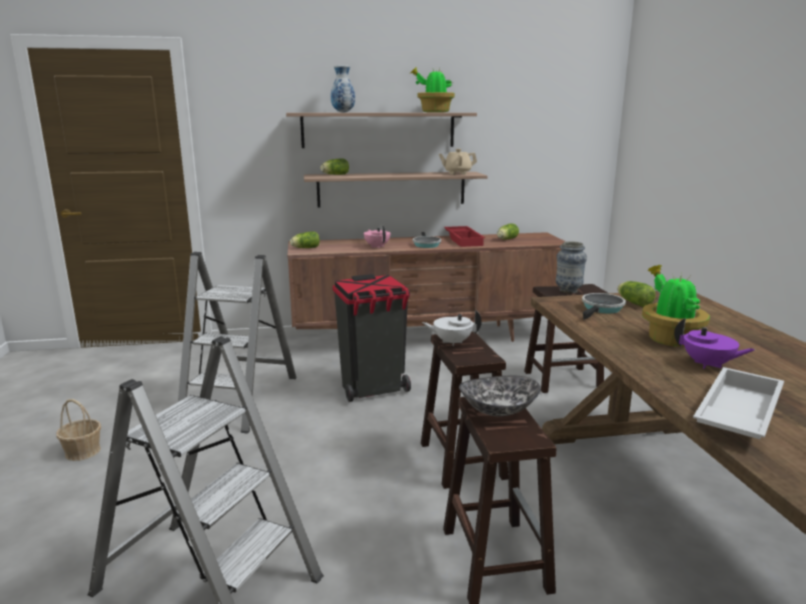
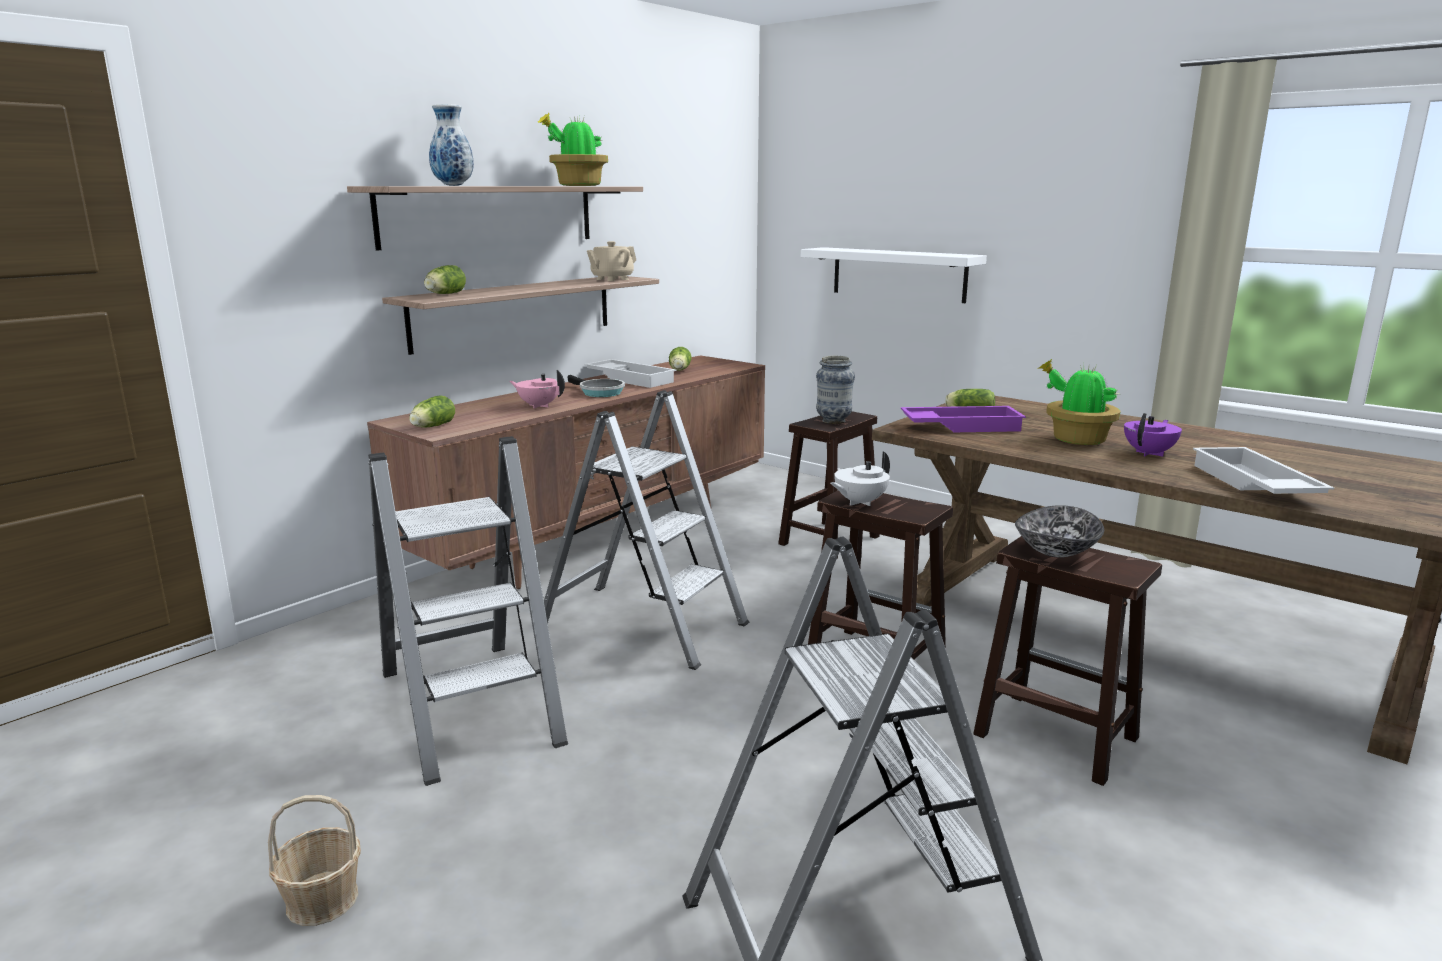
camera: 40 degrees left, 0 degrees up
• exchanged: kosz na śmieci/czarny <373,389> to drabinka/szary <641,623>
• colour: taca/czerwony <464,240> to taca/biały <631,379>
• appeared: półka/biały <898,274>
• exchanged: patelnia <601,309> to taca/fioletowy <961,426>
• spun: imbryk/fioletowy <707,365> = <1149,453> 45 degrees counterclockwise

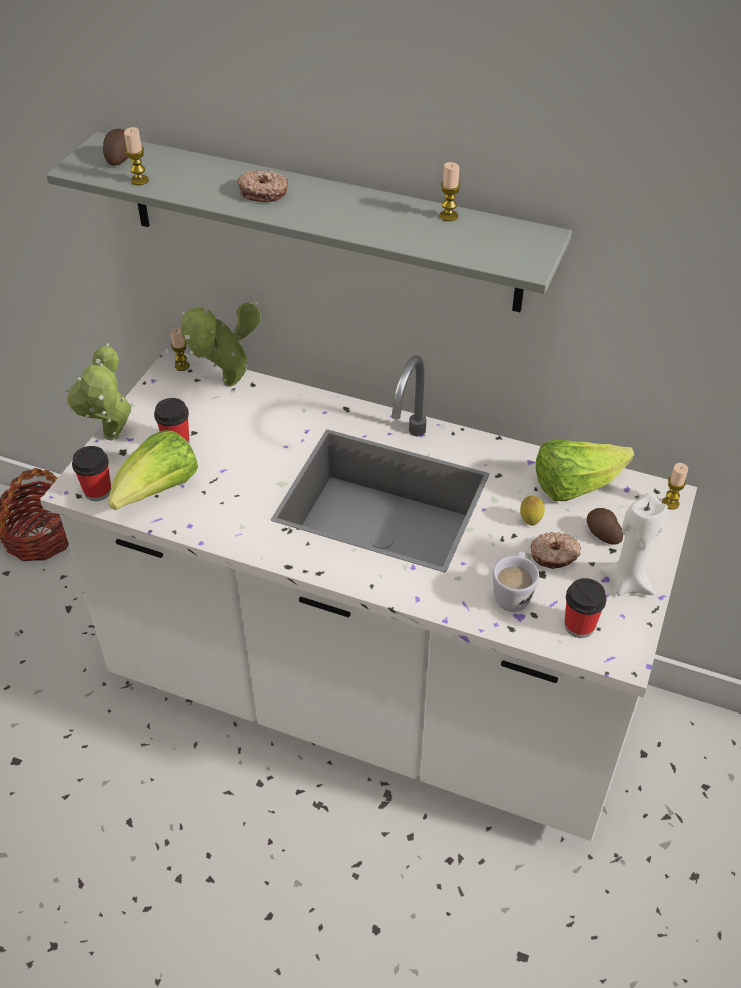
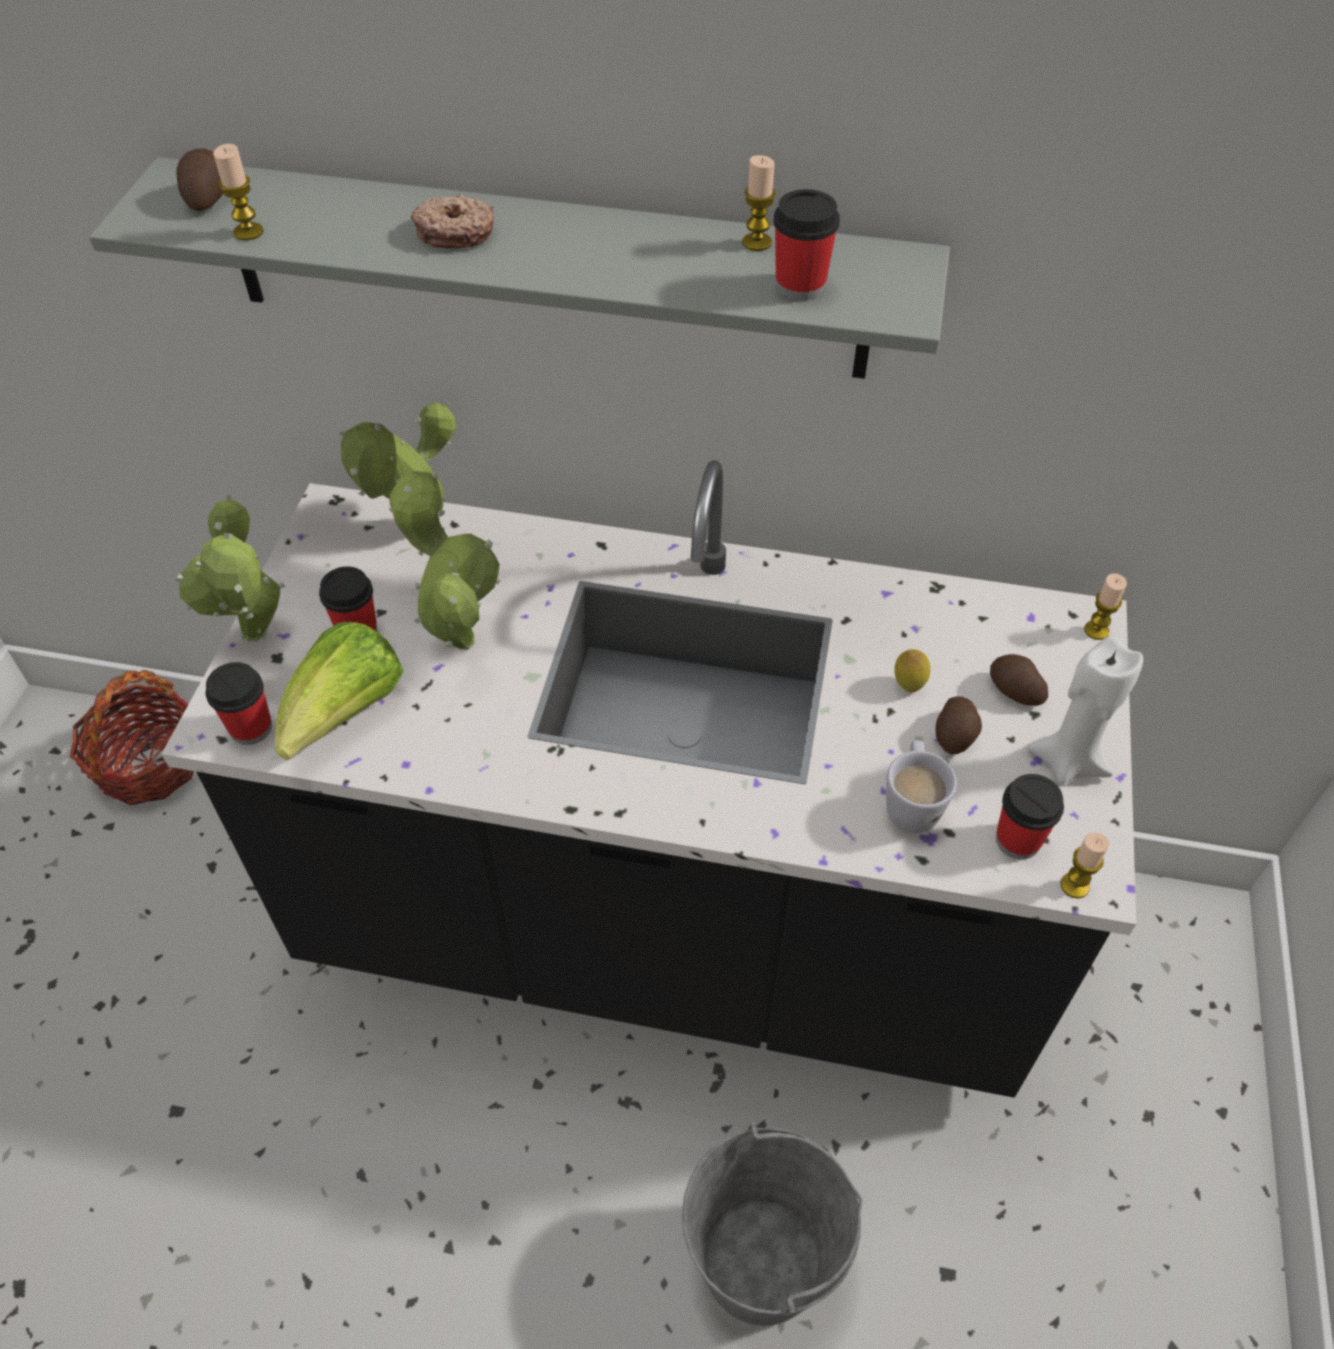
camera: 10 degrees left, 5 degrees up
• colour: zabudowa kuchenna/biały <370,695> to zabudowa kuchenna/czarny <667,929>
• appeared: roślina doniczkowa <459,635>
• appeared: wiadro/szary <762,1260>
• appeared: filiżanka <800,286>
• exchanged: donut <554,556> to ziemniak <955,735>
• relocated: świeca <182,366> to <1074,885>
• missing: sałata <575,486>

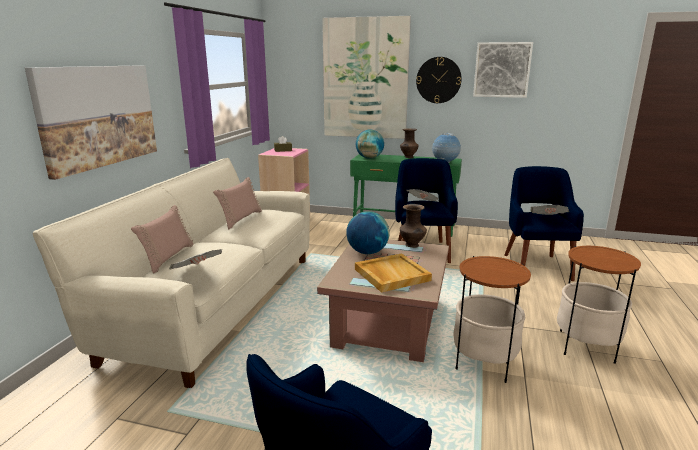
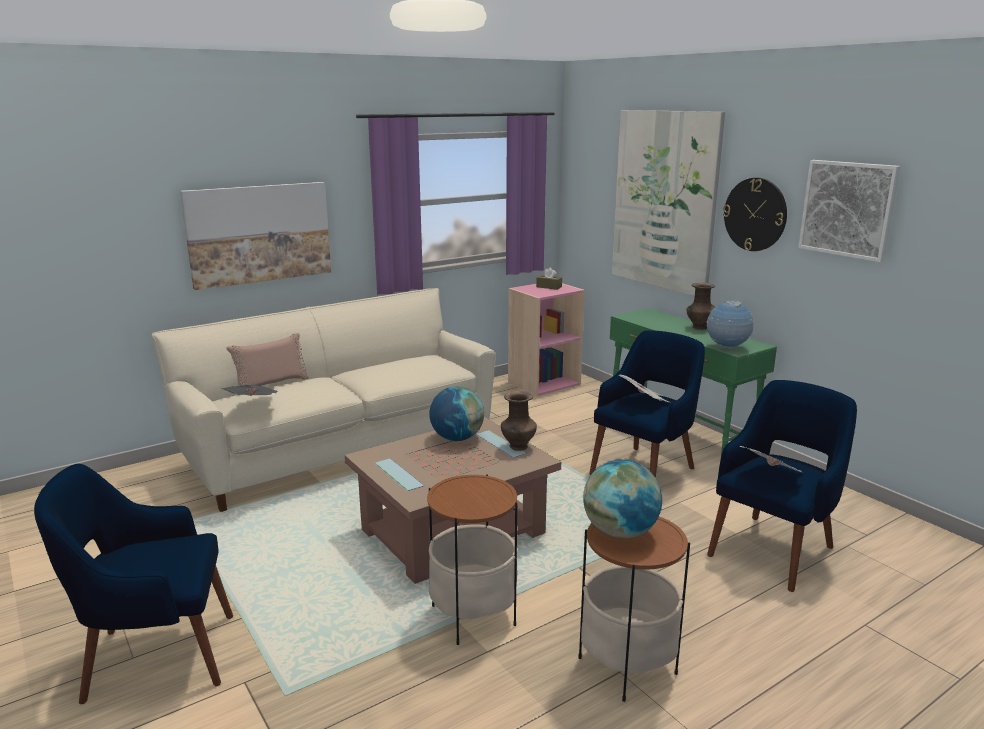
camera: 40 degrees right, 0 degrees up
• relocated: globus <369,158> to <620,532>
• missing: poduszka/beżowy <240,219>
• missing: taca/beżowy <391,275>

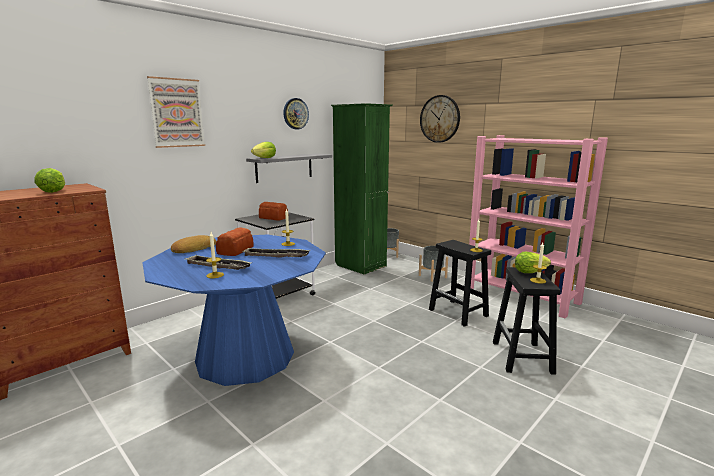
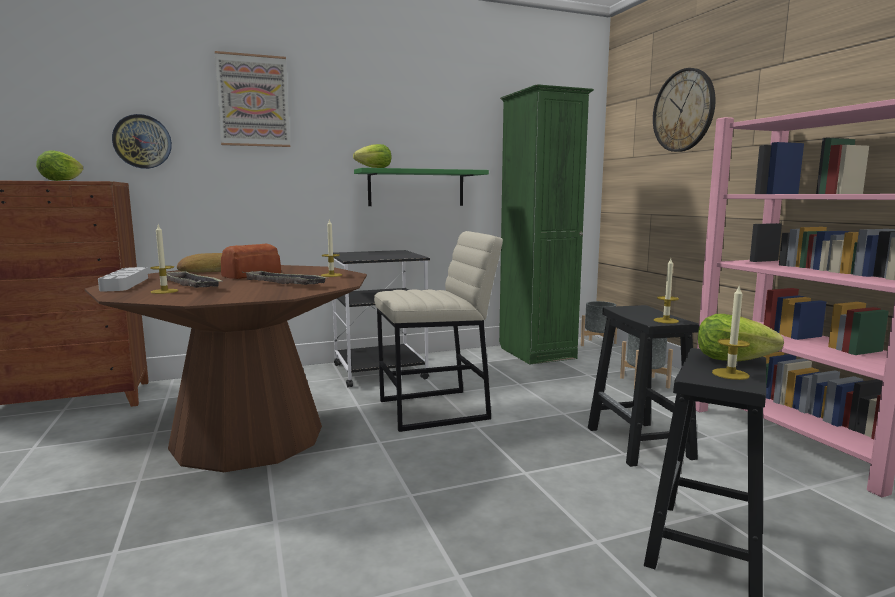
camera: 25 degrees right, 5 degrees down
• colour: stół jadalny/niebieski <245,357> to stół jadalny/brązowy <248,437>
• appeared: taca/szary <125,284>
• relocated: zegar ścienny <295,113> to <142,141>
• colour: półka/szary <284,167> to półka/zielony <416,188>
• appeared: krzesło/beżowy <436,409>
• missing: chleb <273,218>

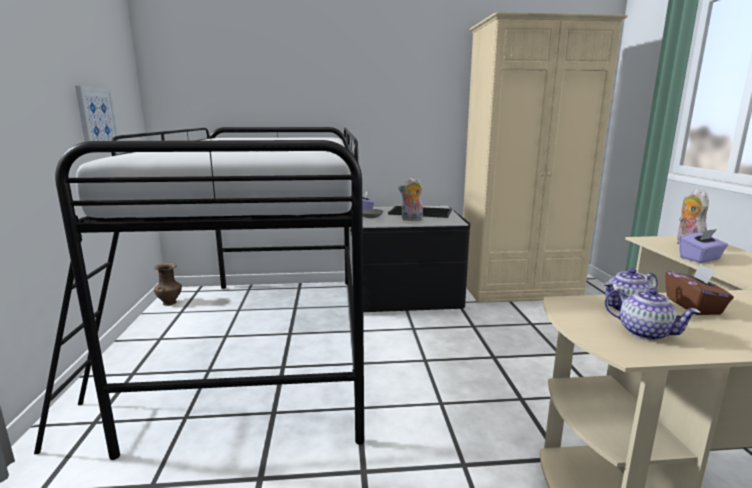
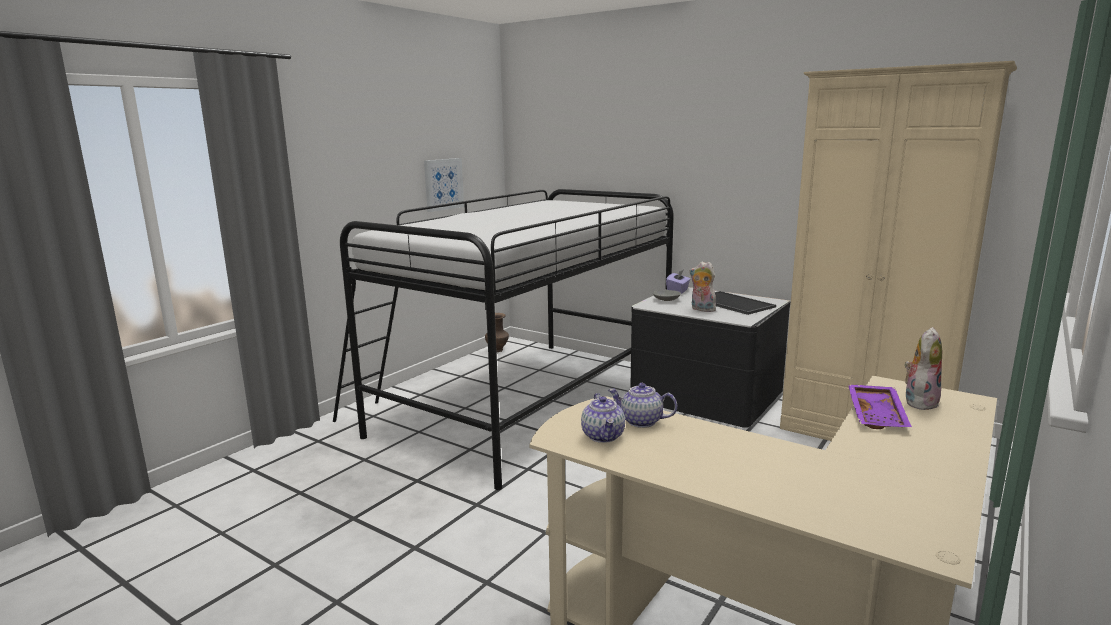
camera: 40 degrees right, 0 degrees up
• exchanged: pudełko chusteczek/fioletowy <700,259> to taca/fioletowy <878,415>
• missing: pudełko chusteczek/brązowy <693,306>

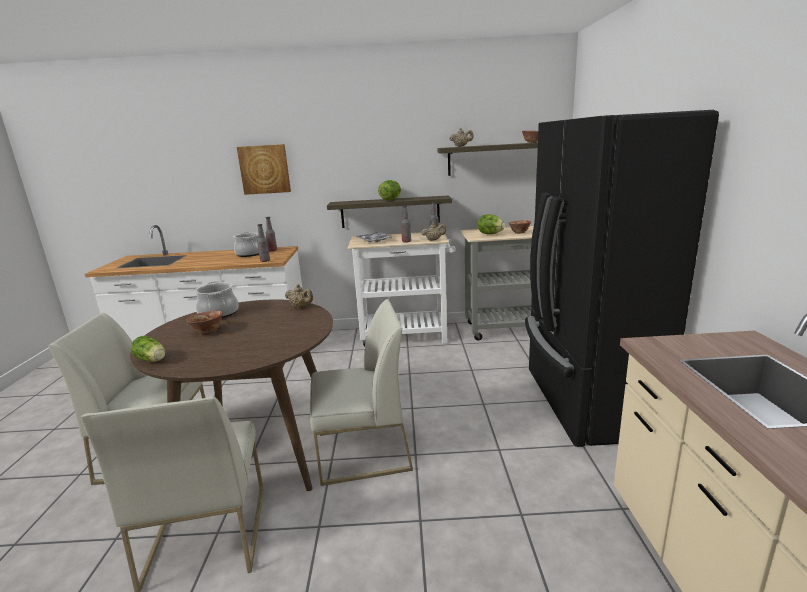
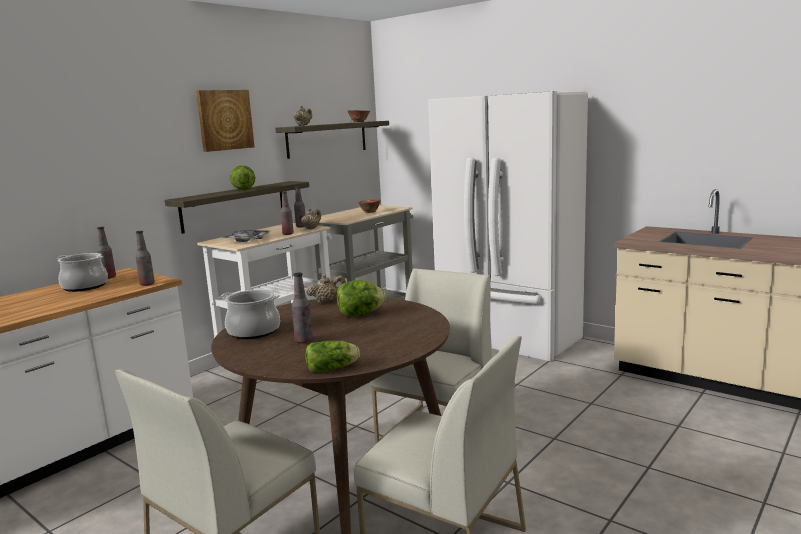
camera: 50 degrees left, 5 degrees down
• relocated: obraz <264,169> to <224,120>
• exchanged: miska <207,332> to butelka <304,340>
• relocated: sałata <490,234> to <360,315>
• colour: lodówka/czarny <581,400> to lodówka/biały <506,339>

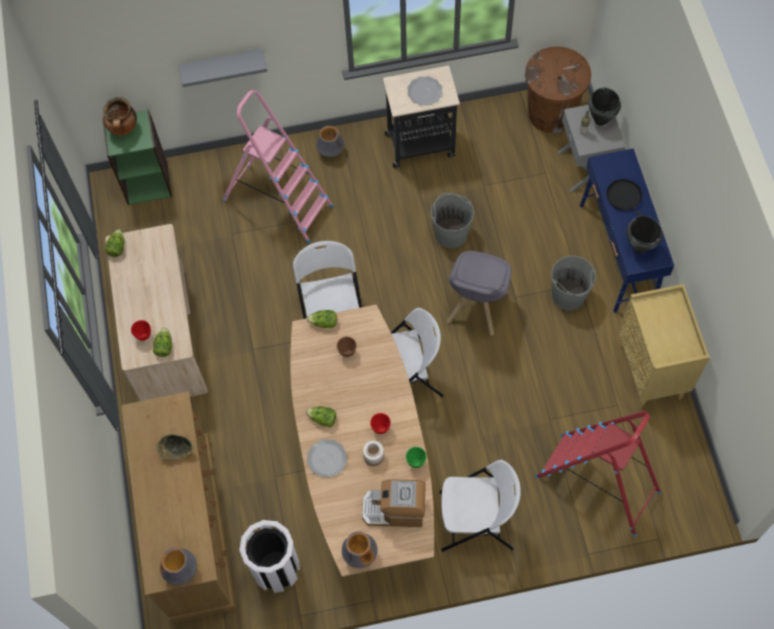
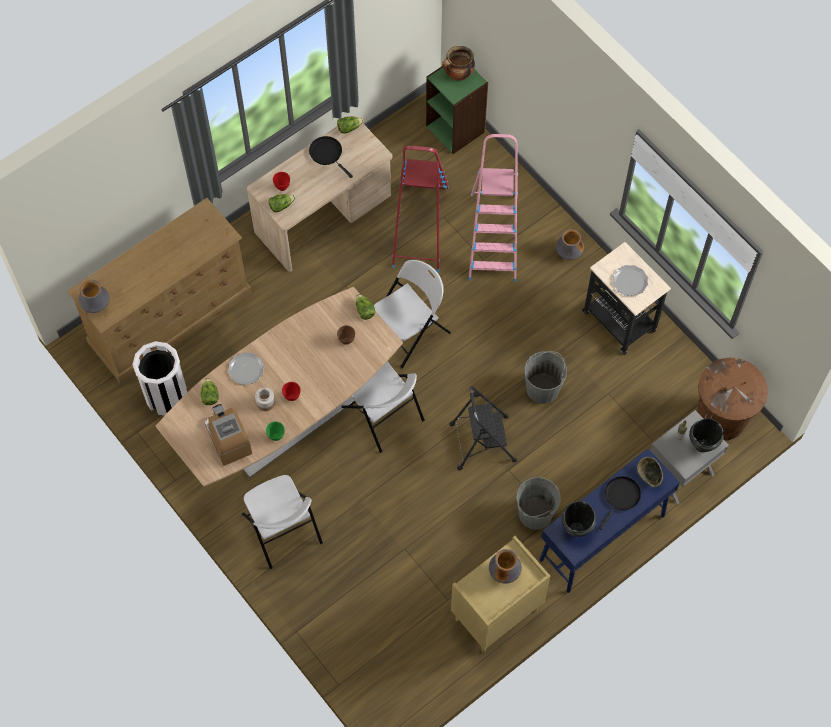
camera: 60 degrees right, 0 degrees up
• relocated: sałata <322,419> to <209,395>
• appeared: patelnia/czarny <327,154>
• relocated: drabinka/czerwony <596,484> to <420,225>
• exchanged: krzesło/szary <476,307> to drabinka/czarny <480,442>
• relocated: wazon <360,554> to <504,572>
• relocated: miska <177,450> to <649,476>
• missing: półka/szary <222,65>

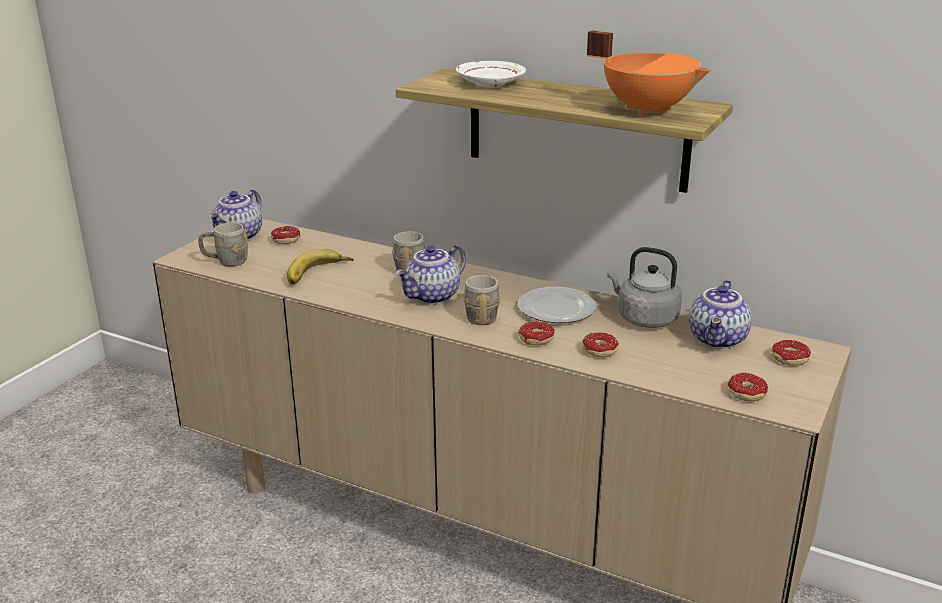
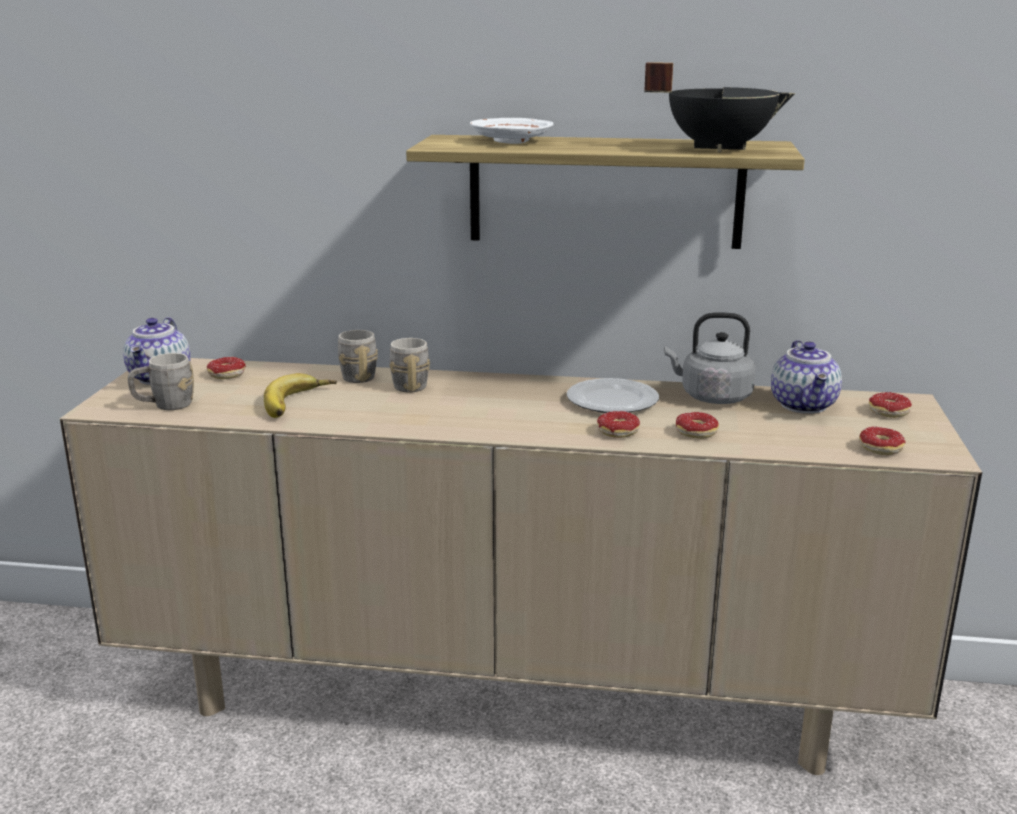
camera: 20 degrees left, 5 degrees down
• relocated: kubek/szary <481,315> to <356,375>
• colour: garnek/pomarańczowy <648,110> to garnek/czarny <718,148>
• missing: imbryk <433,297>

